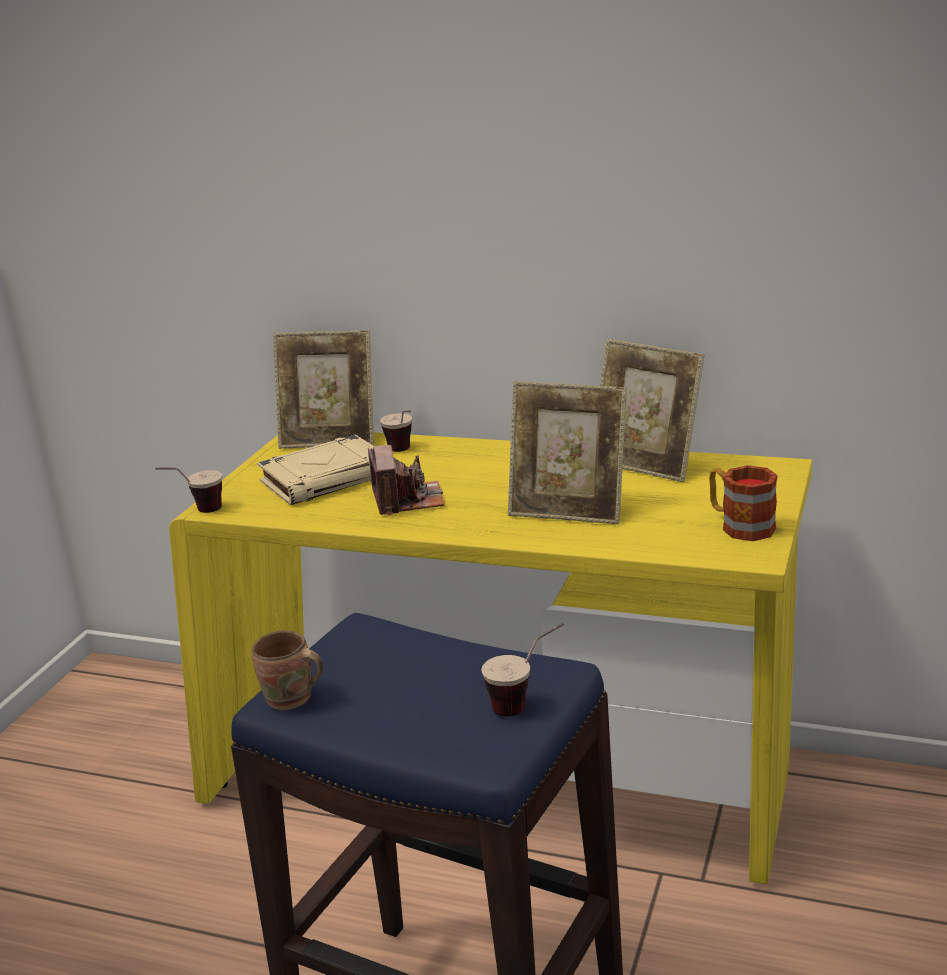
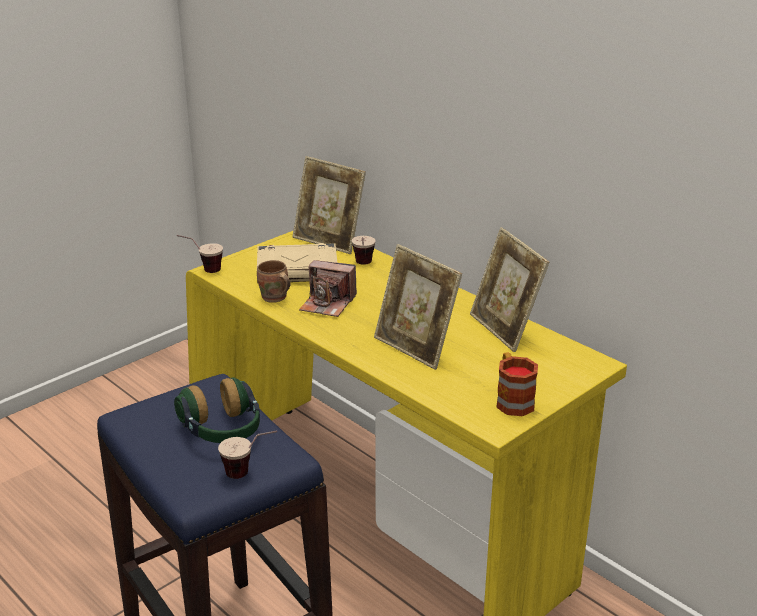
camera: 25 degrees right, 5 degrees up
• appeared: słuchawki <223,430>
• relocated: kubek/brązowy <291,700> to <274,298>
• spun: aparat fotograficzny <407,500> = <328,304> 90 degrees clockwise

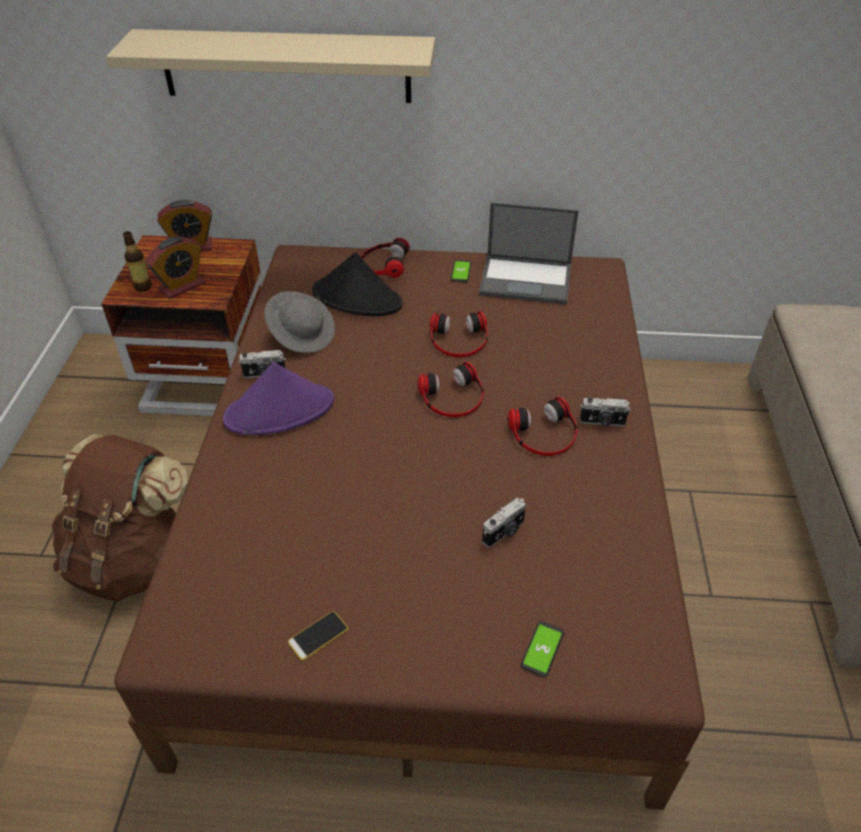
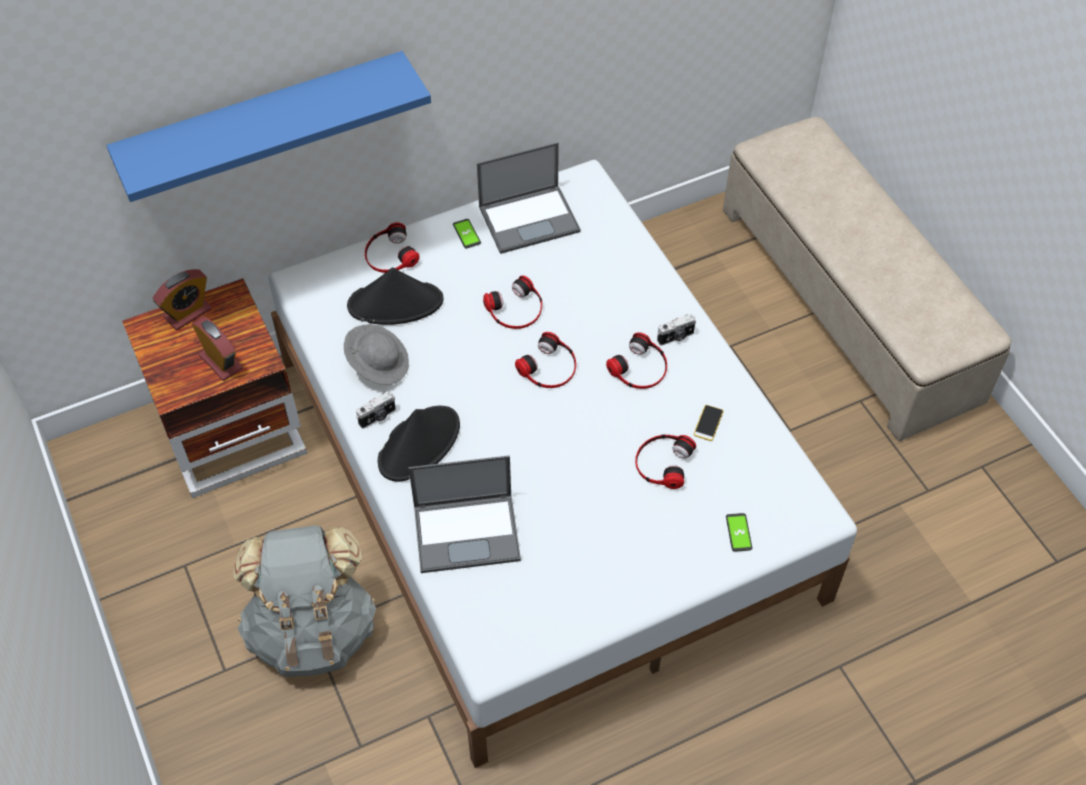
camera: 30 degrees left, 10 degrees up
• colour: półka/beżowy <286,66> to półka/niebieski <263,120>
• spun: budzik <182,286> = <221,362> 60 degrees counterclockwise
• colour: plecak/brązowy <134,559> to plecak/szary <313,630>
• colour: łóżko/brązowy <432,523> to łóżko/biały <543,474>
• colour: kapelusz/fioletowy <280,410> to kapelusz/czarny <419,444>
• appeared: laptop <468,532>
• exchanged: aparat fotograficzny <504,532> to słuchawki <662,463>
• relocated: telefon <318,636> to <708,423>
• missing: butelka <143,287>

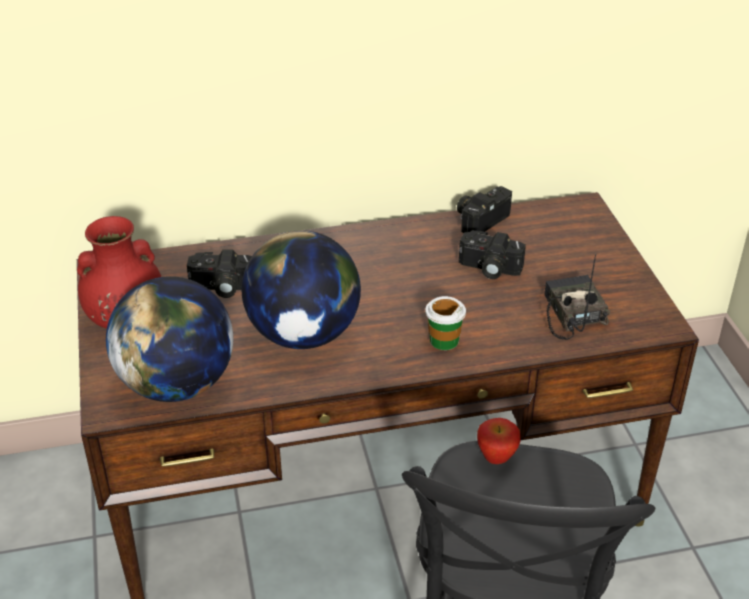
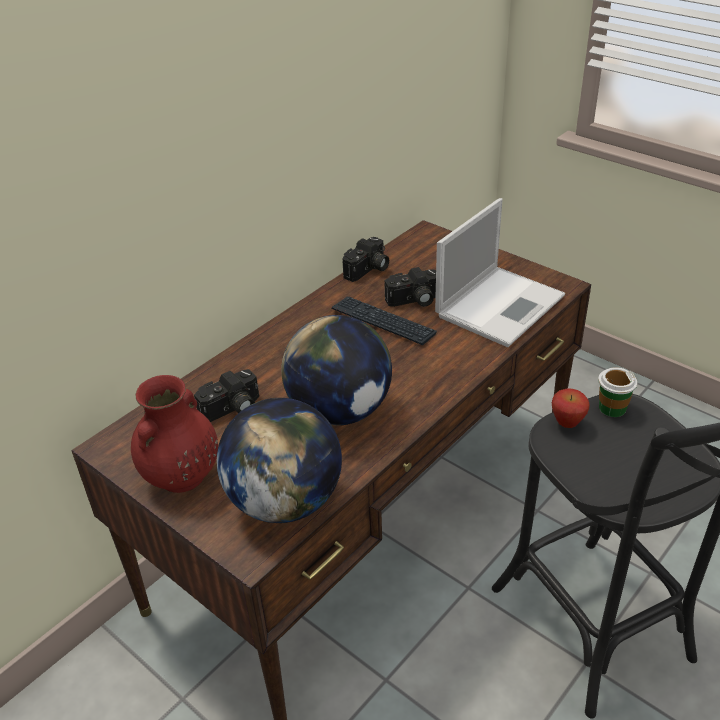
camera: 35 degrees left, 0 degrees up
• appeared: klawiatura <383,322>
• spun: aparat fotograficzny <480,219> = <368,270> 150 degrees counterclockwise
• exchanged: radio <571,313> to laptop <501,304>
• relocated: filiżanka <444,340> to <612,408>

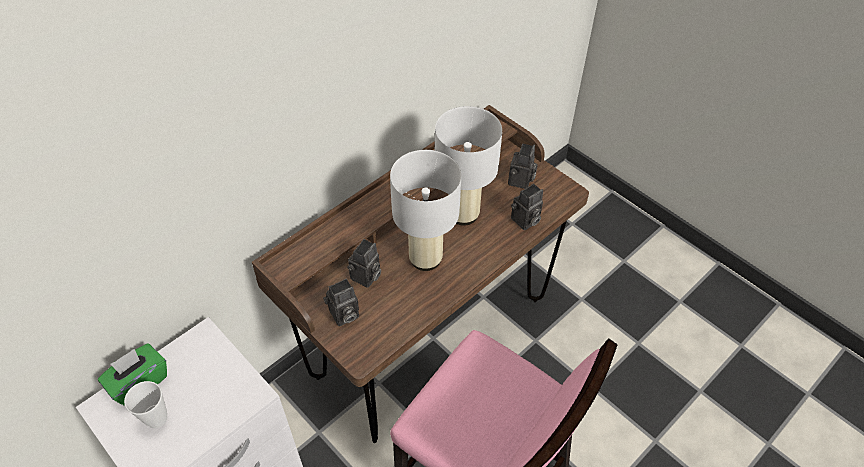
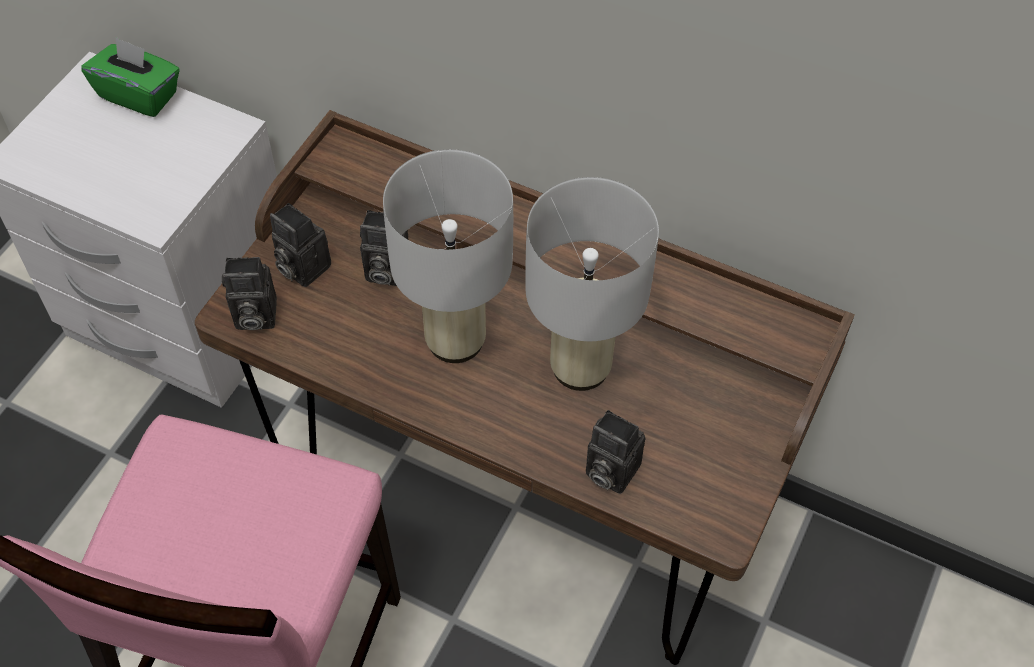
camera: 70 degrees right, 5 degrees up
• relocated: aparat fotograficzny <521,181> to <253,316>
• missing: filiżanka <157,418>

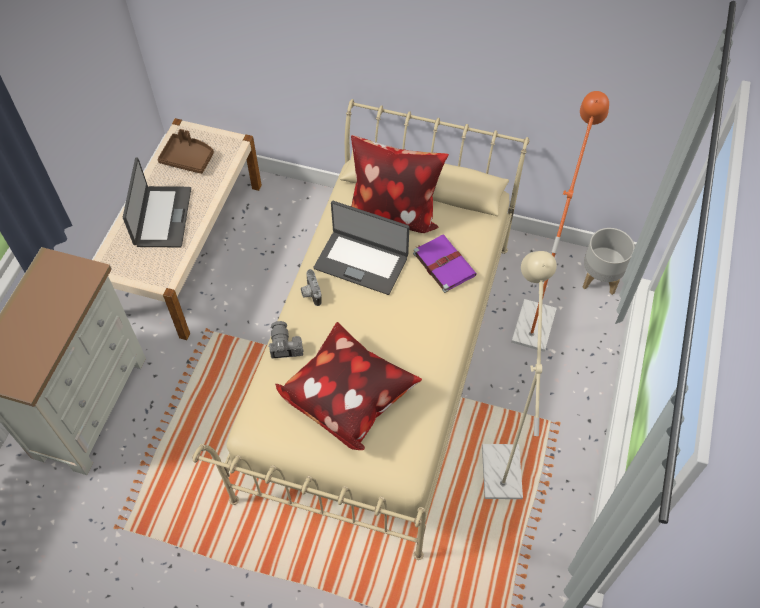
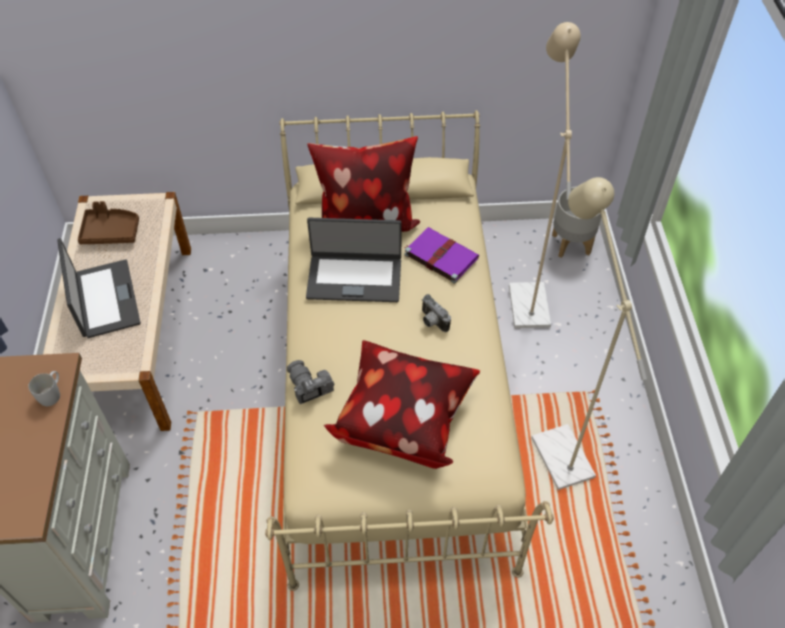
camera: 20 degrees left, 5 degrees down
• appeared: kubek/biały <52,393>
• relocated: aparat fotograficzny <310,293> to <432,321>
• colour: lampa stojąca/pomarańczowy <536,317> to lampa stojąca/beżowy <527,297>

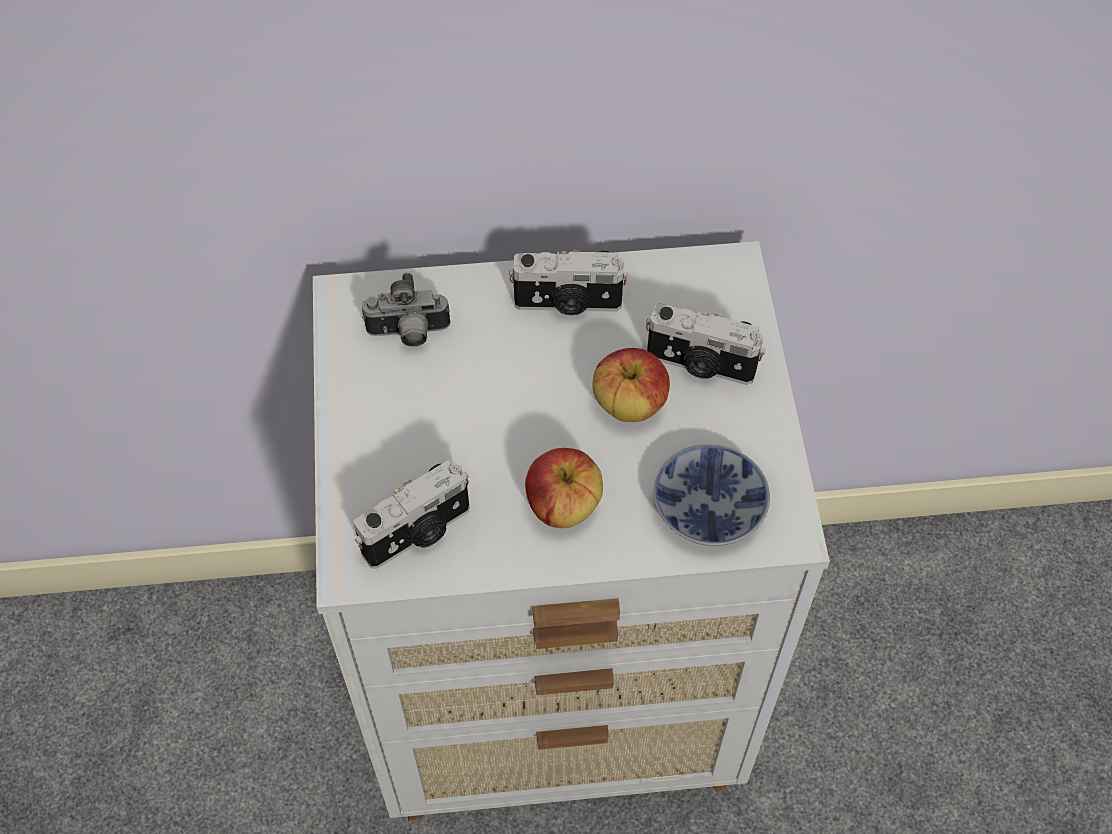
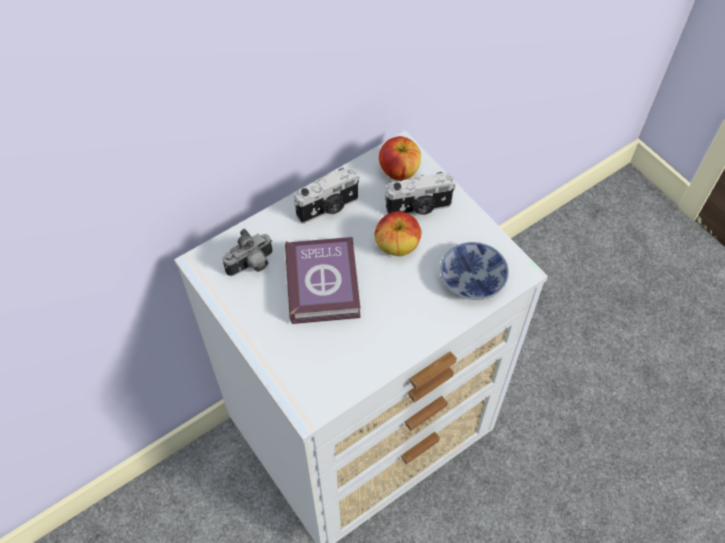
camera: 30 degrees left, 0 degrees up
• appeared: książka <324,282>
• relocated: jabłko <563,506> to <399,171>
• missing: aparat fotograficzny <418,533>

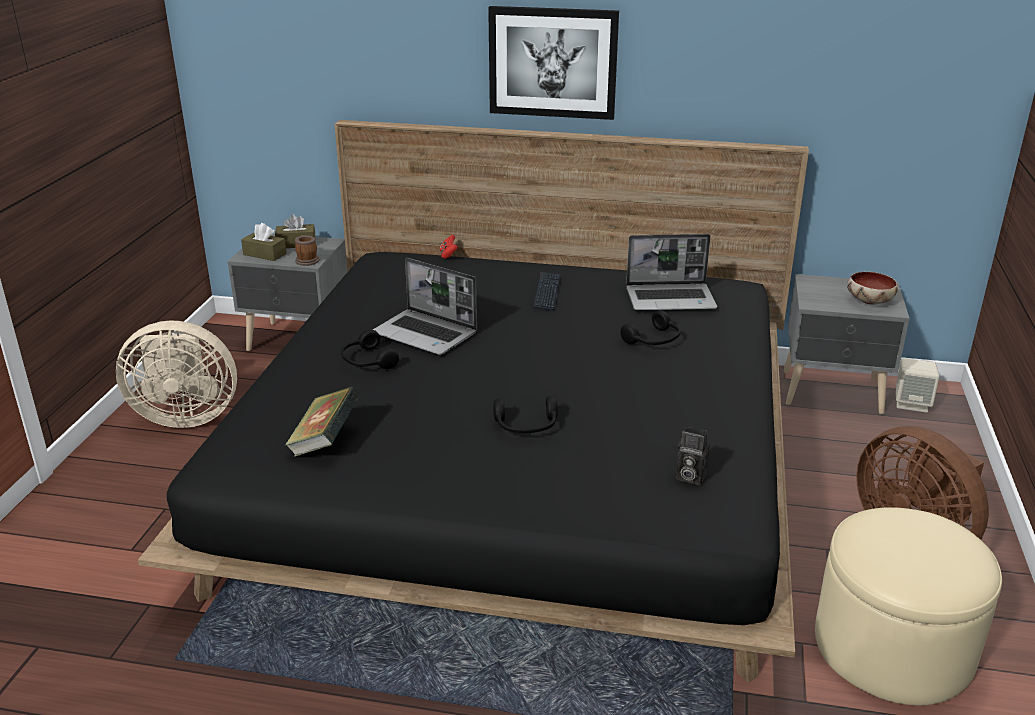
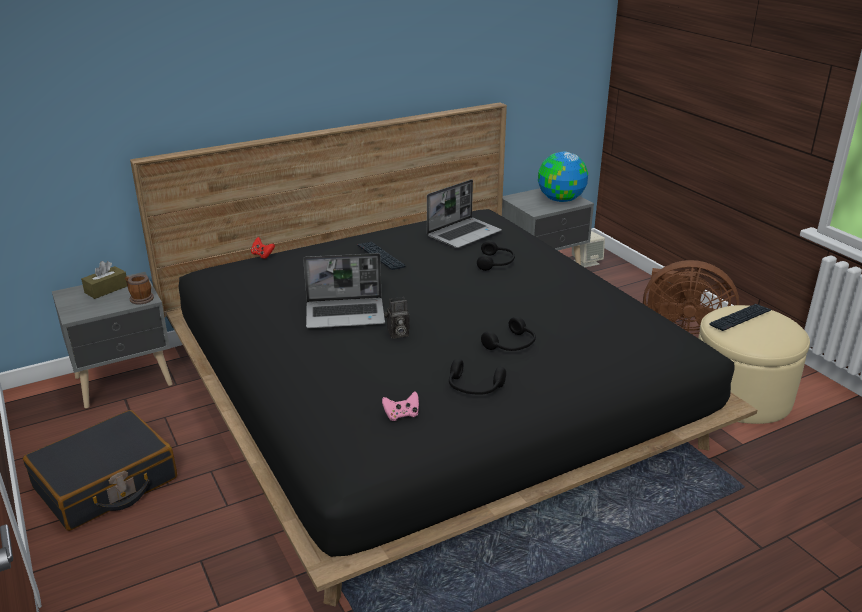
camera: 40 degrees left, 0 degrees up
• exchanged: wentylator/beżowy <185,416> to walizka/czarny <106,484>
• exchanged: książka <325,441> to pad do gier/różowy <401,415>
• relocated: aparat fotograficzny <689,476> to <397,334>
• relocated: słuchawki/czarny <367,361> to <474,388>
• exchanged: miska <868,301> to globus <560,200>
• appeared: klawiatura <740,318>
• missing: pudełko chusteczek/brązowy <264,254>
• missing: obraz <552,62>

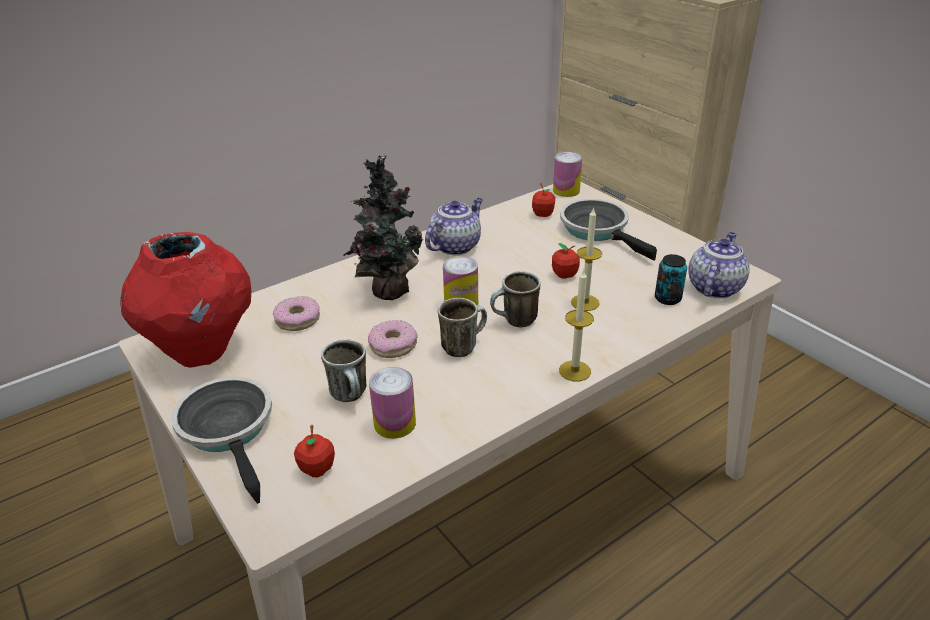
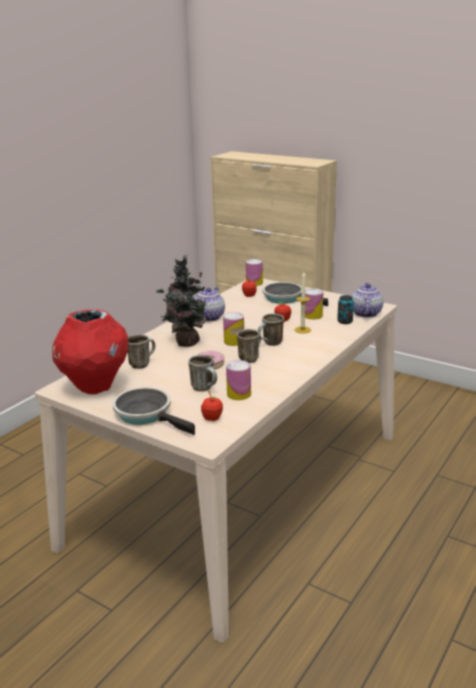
camera: 20 degrees left, 10 degrees down
• exchanged: donut <297,319> to kubek <142,363>
• appeared: puszka <313,315>
• missing: świeca <575,371>

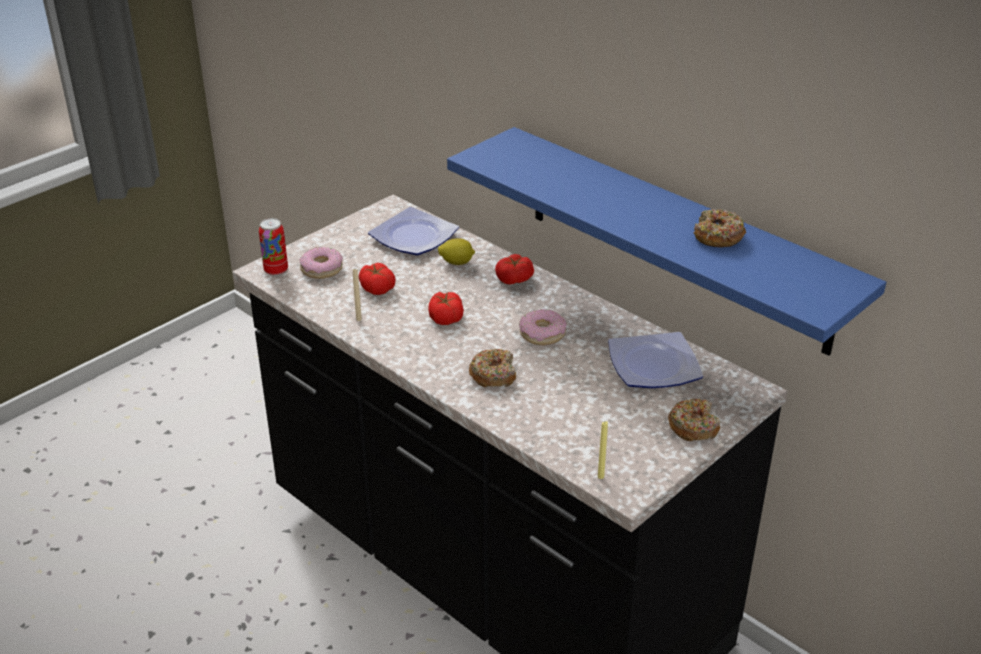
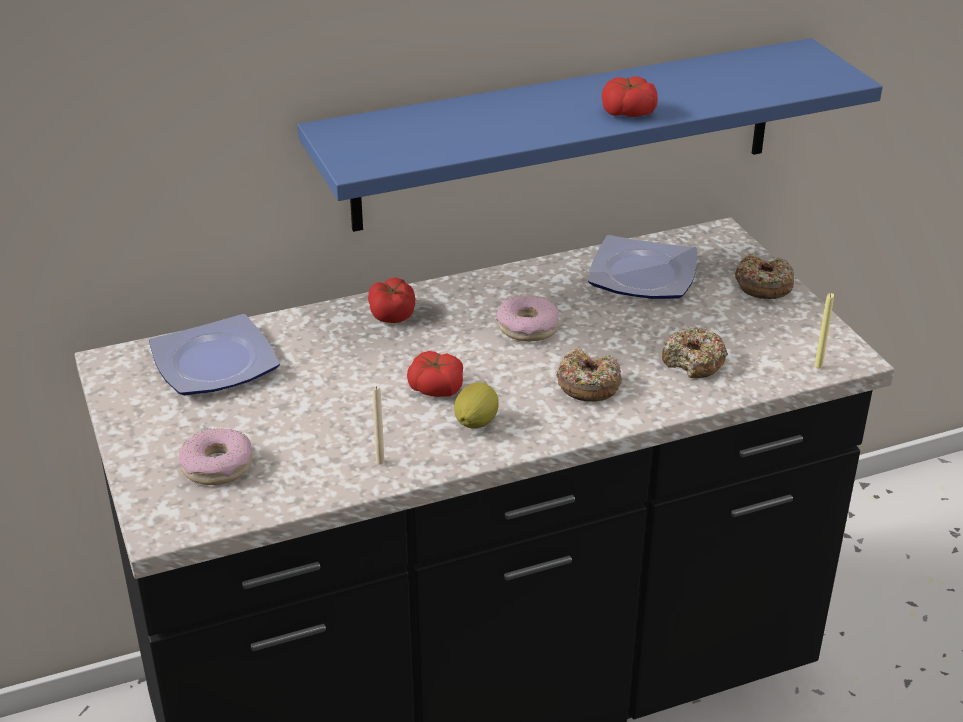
camera: 65 degrees left, 0 degrees up
• relocated: cytryna <456,263> to <475,423>
• relocated: pomidor <377,288> to <628,112>
• relocated: donut <717,236> to <694,362>
• missing: puszka <276,271>

